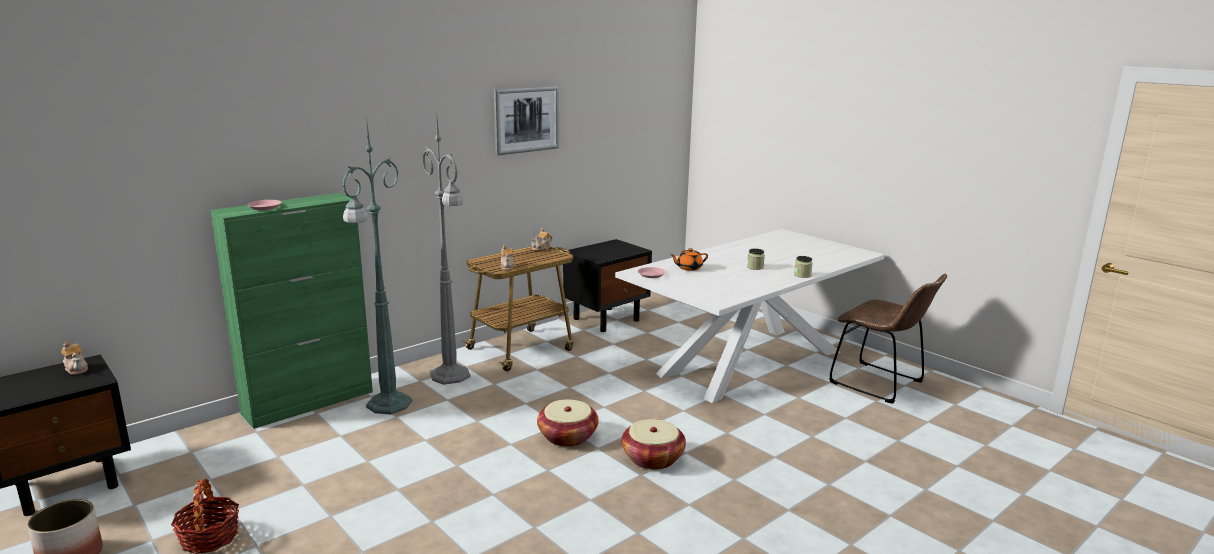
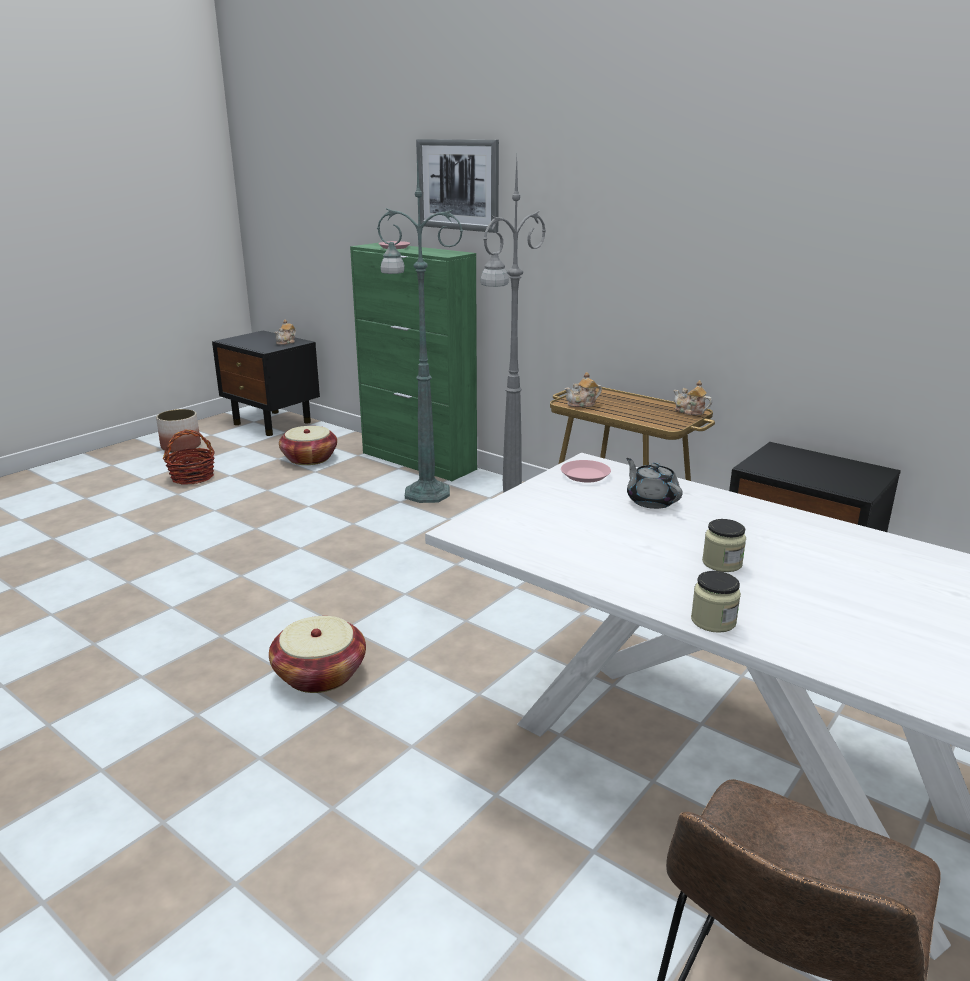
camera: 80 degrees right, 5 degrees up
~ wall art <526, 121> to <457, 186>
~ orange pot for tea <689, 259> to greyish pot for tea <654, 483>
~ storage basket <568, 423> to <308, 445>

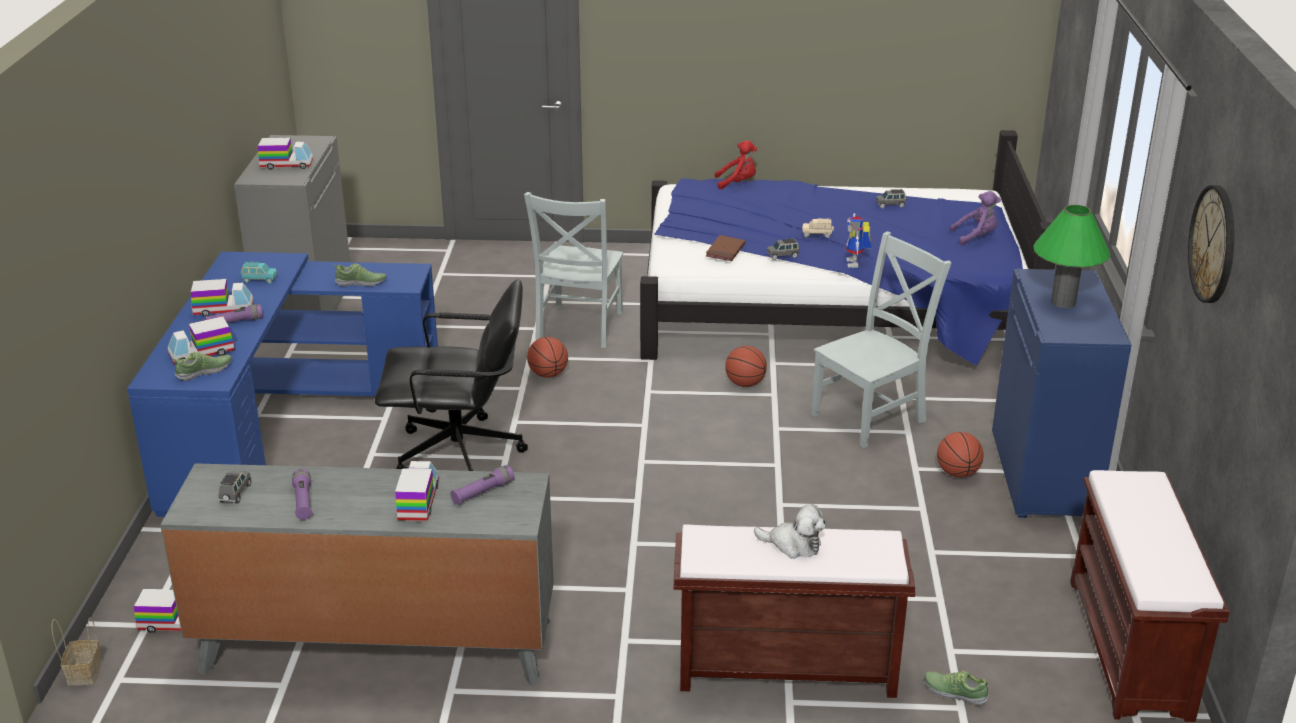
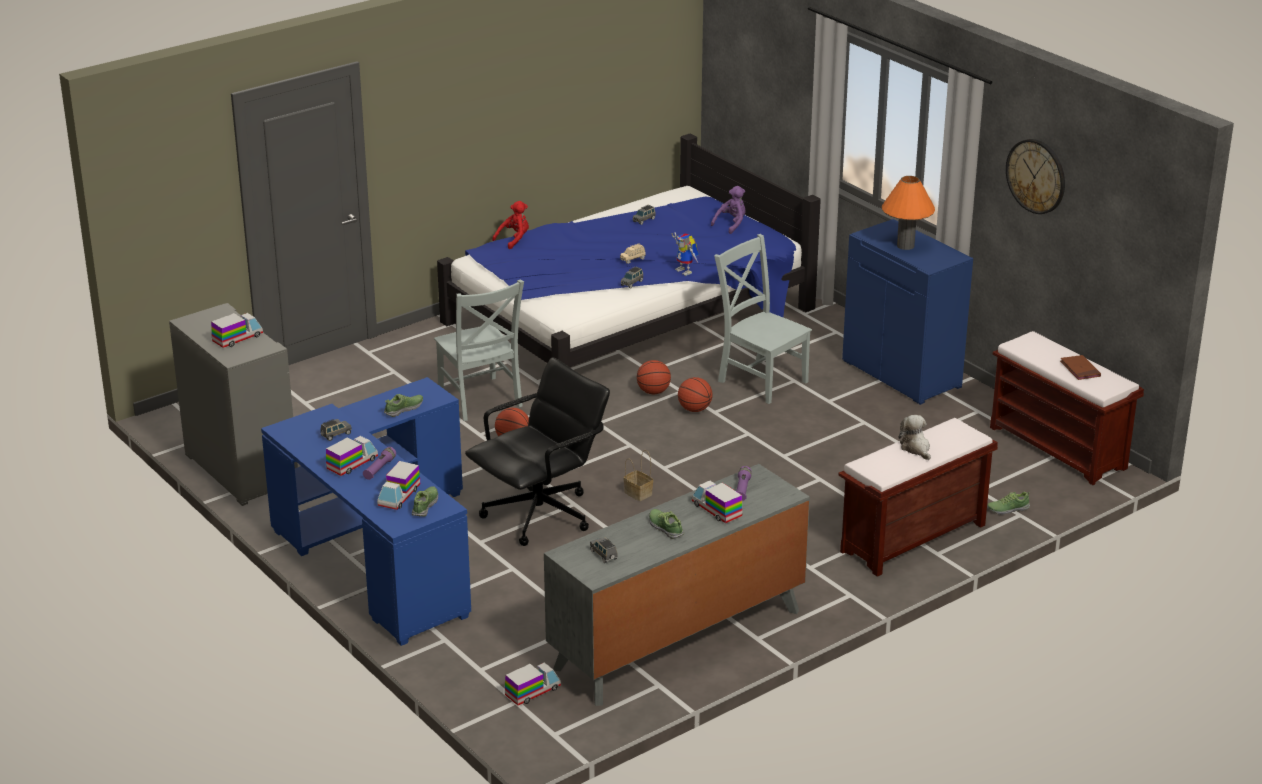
camera: 40 degrees left, 0 degrees up
~ green lamp for a table <1071, 256> to orange lamp for a table <908, 213>
~ greyish chair <881, 339> = <763, 319> 60 degrees counterclockwise
~ brownish bound book <725, 248> to <1080, 367>
~ turquoise-coloured miniature car <259, 272> to greyish miniature car <336, 430>
~ basketball ball <960, 455> to <695, 394>
- purplish hand torch <302, 494>
~ plush toy <790, 531> = <915, 437> 90 degrees counterclockwise
~ storage basket <77, 651> to <638, 475>
+ shoe <666, 524>

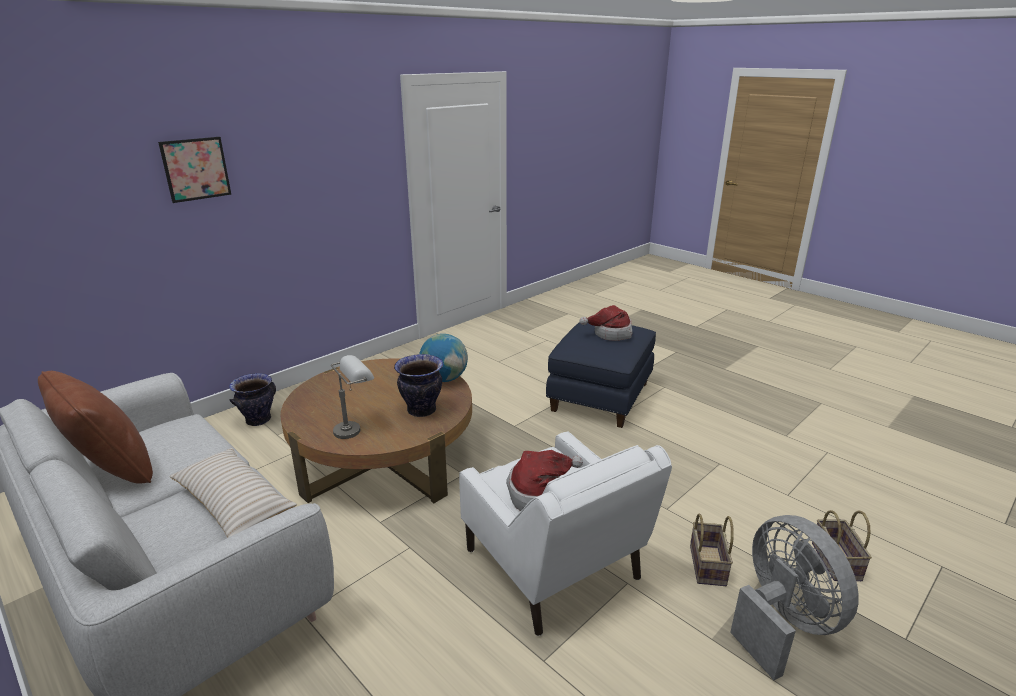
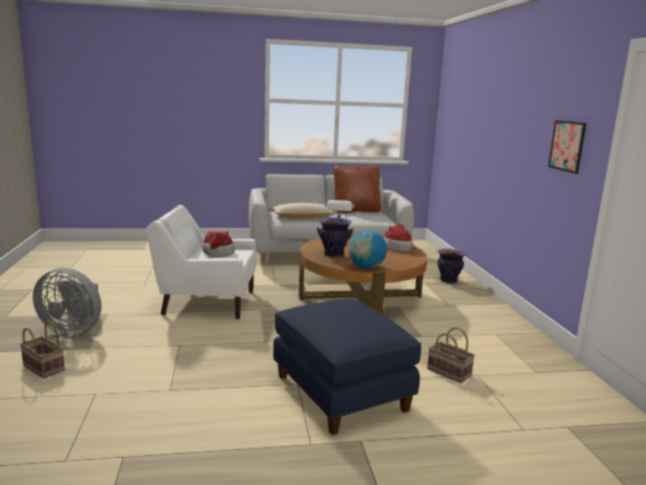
camera: 125 degrees right, 10 degrees down
~ wall art <194, 170> to <567, 147>
~ hat <606, 323> to <398, 238>
~ storage basket <712, 550> to <451, 355>

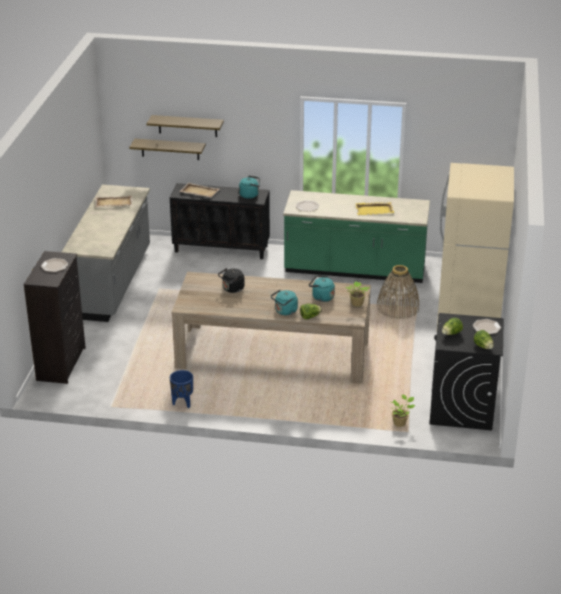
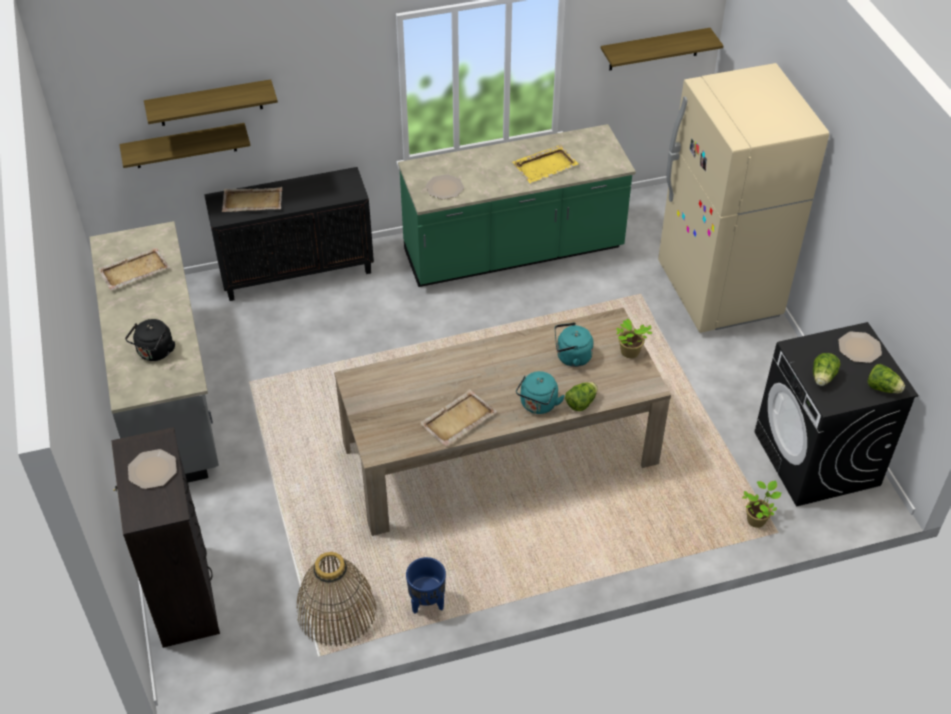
camera: 25 degrees left, 15 degrees up
- turquoise-coloured kettle <249, 187>
~ storage basket <398, 292> to <336, 599>
~ blackish kettle <231, 280> to <150, 340>
+ shelf <662, 49>
+ sand-coloured carrying tray <458, 418>

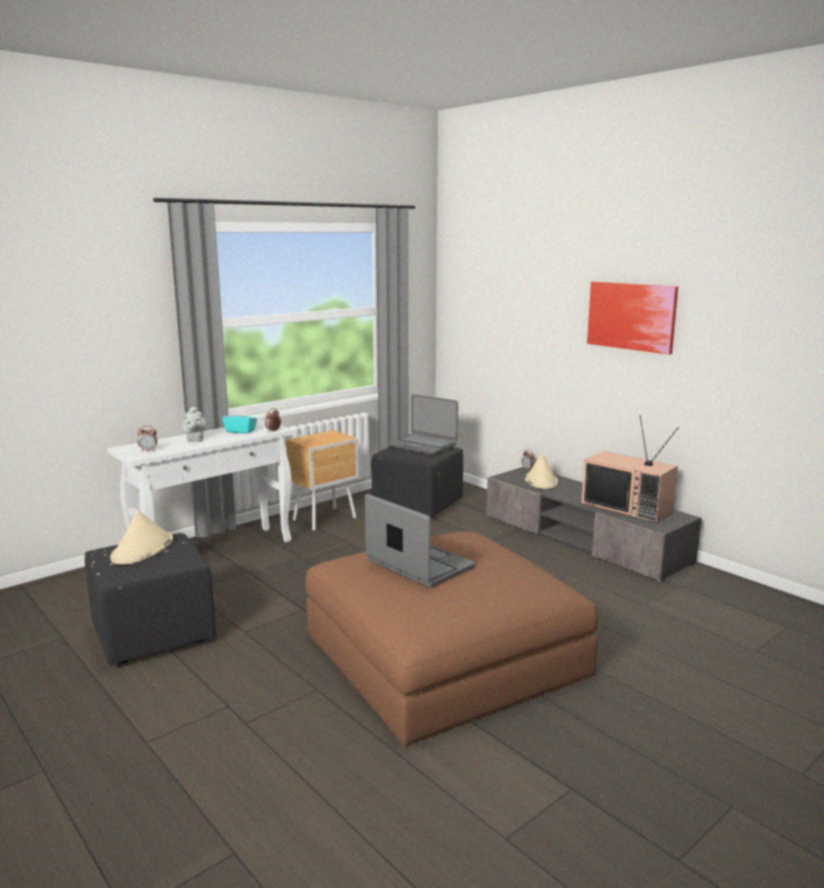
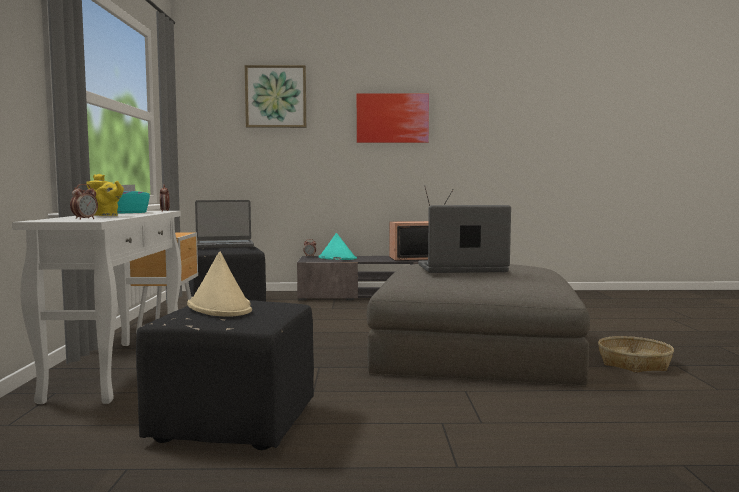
camera: 50 degrees left, 10 degrees down
~ greyish pot for tea <194, 424> to yellow pot for tea <105, 195>
~ sand-coloured hat <541, 470> to turquoise-coloured hat <337, 246>
~ brownish pouffe <452, 639> to greyish pouffe <478, 325>
+ wall art <275, 96>
+ storage basket <636, 354>

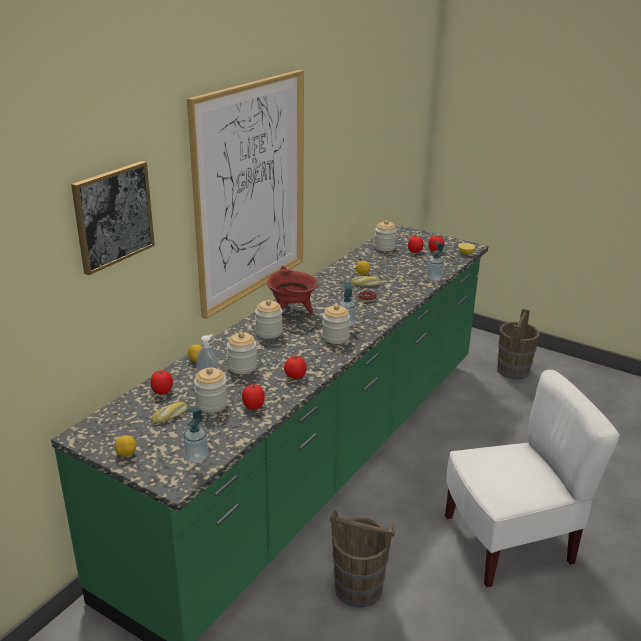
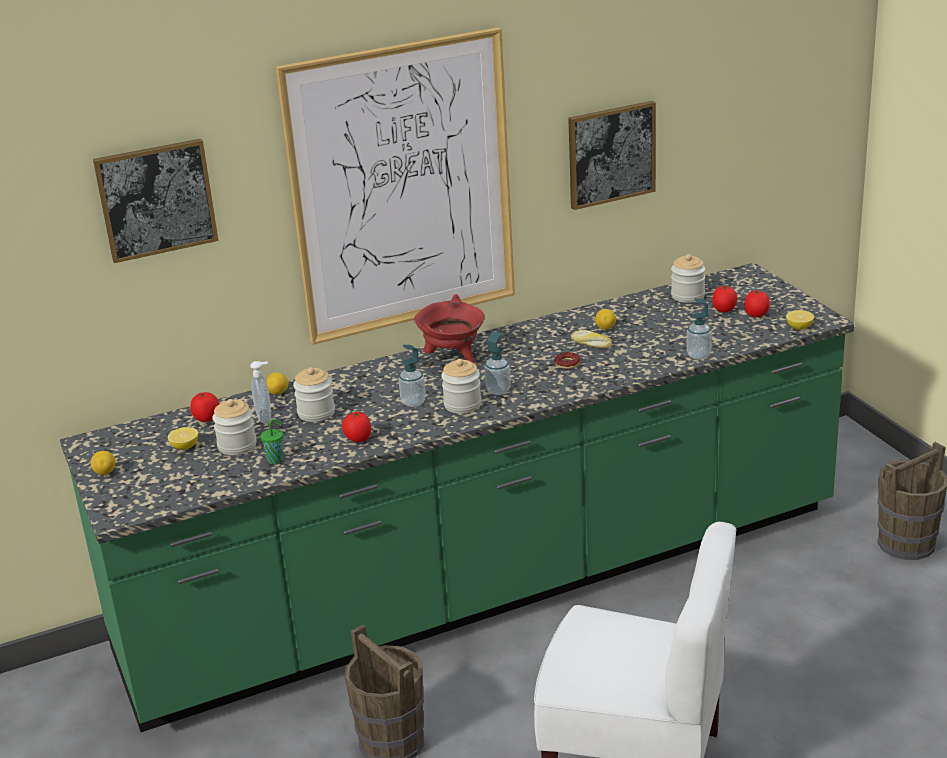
camera: 35 degrees right, 0 degrees up
- storage jar <269, 319>
~ fresh tomato <253, 396> to green small cup <271, 441>
~ baked bread <169, 412> to whole lemon <183, 438>
~ soap bottle <195, 435> to <412, 376>
+ wall art <612, 155>

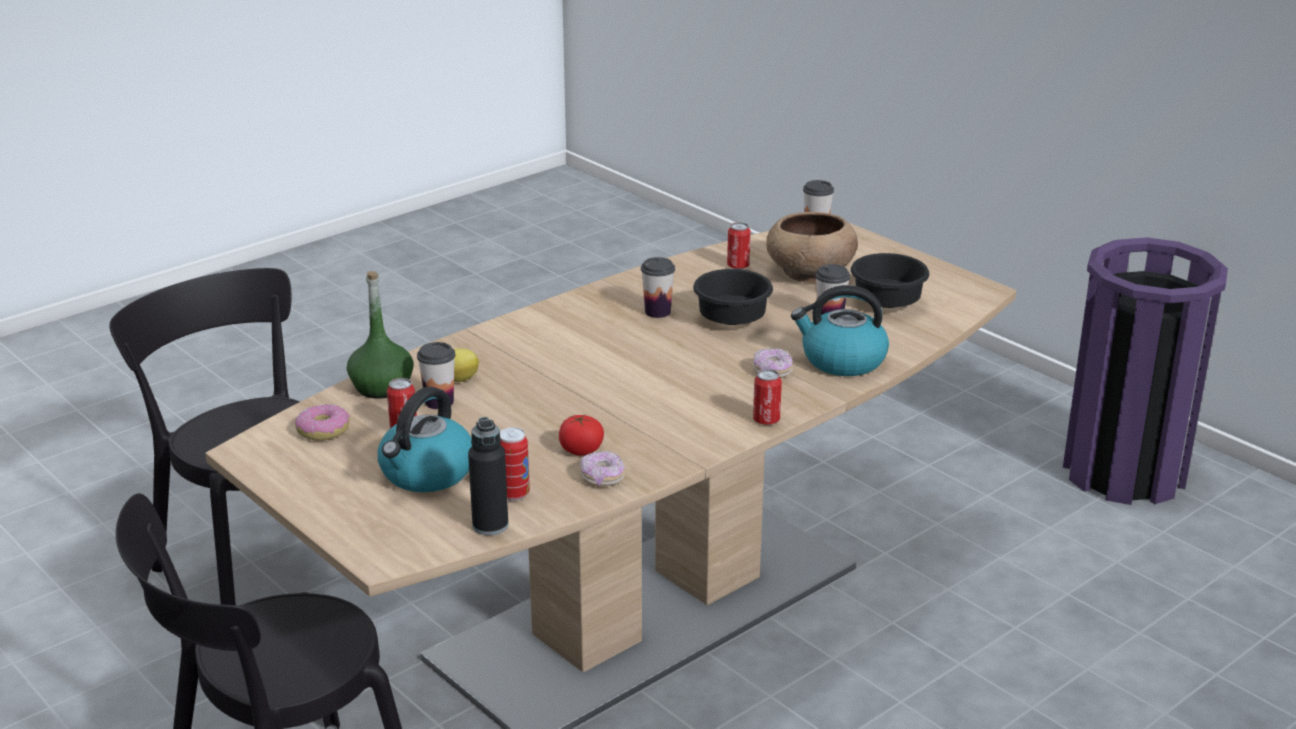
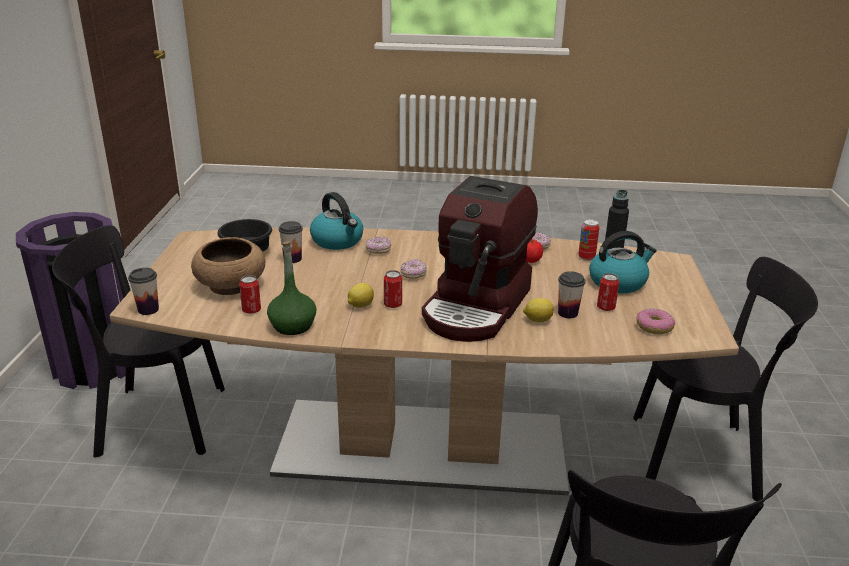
camera: 135 degrees left, 0 degrees up
~ small cup <658, 287> to whole lemon <361, 295>
- blackish deep dish <733, 297>
~ green drink bottle <380, 335> to <291, 288>
~ metal can <767, 397> to <393, 289>
+ coffee machine <480, 259>
+ blackish chair <138, 341>
+ donut <413, 269>

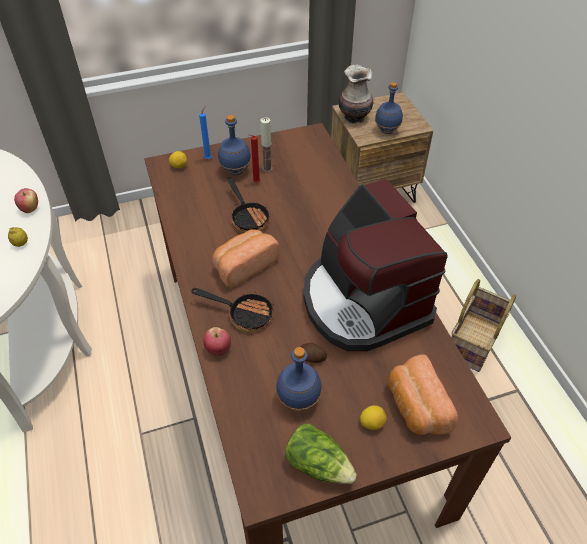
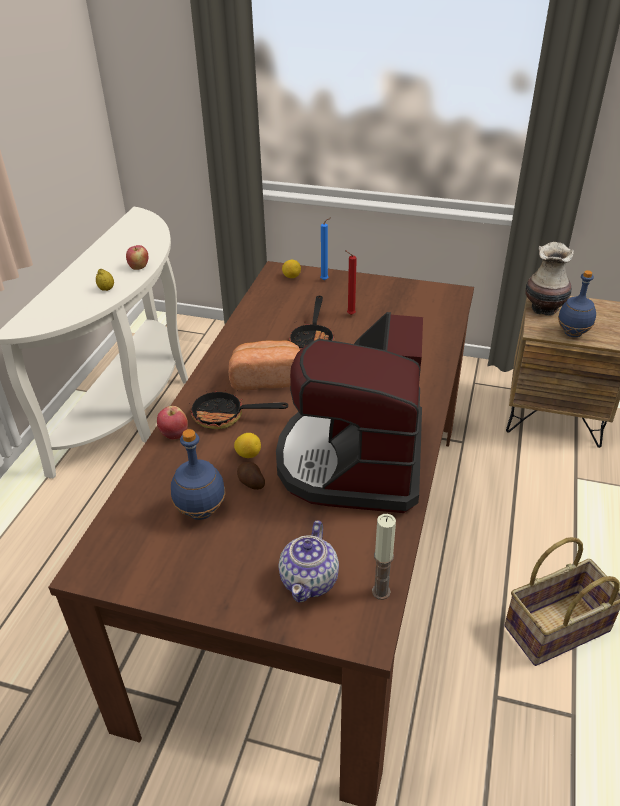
camera: 35 degrees right, 10 degrees down
- blue-coloured drink bottle <234, 145>
~ candle <266, 144> to <384, 557>
~ pan <232, 310> = <238, 409> 135 degrees clockwise
~ baked bread <423, 394> to pot for tea <309, 561>
~ whole lemon <373, 417> to <247, 445>
- head of lettuce <321, 454>

